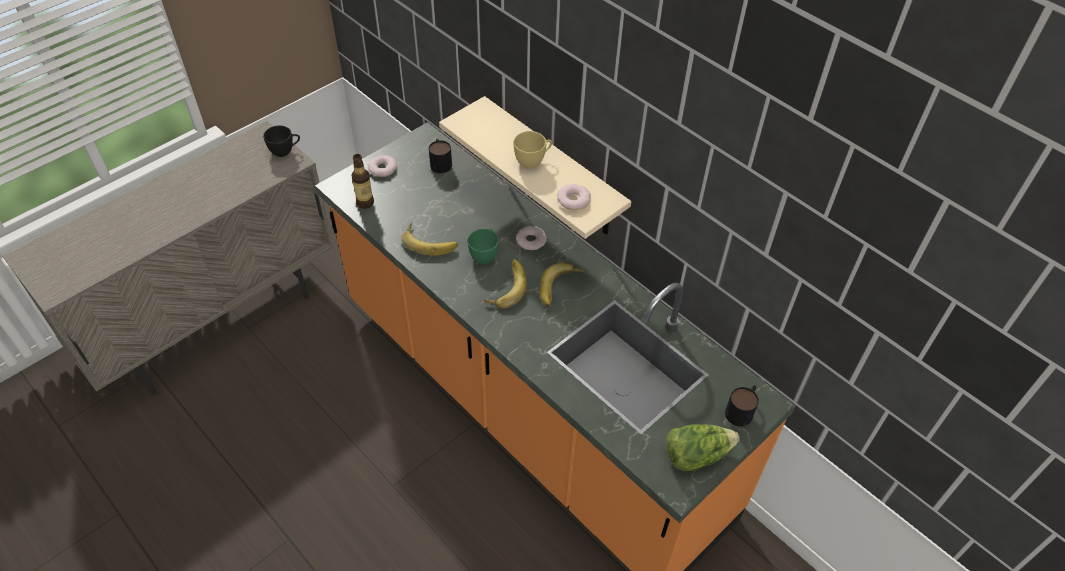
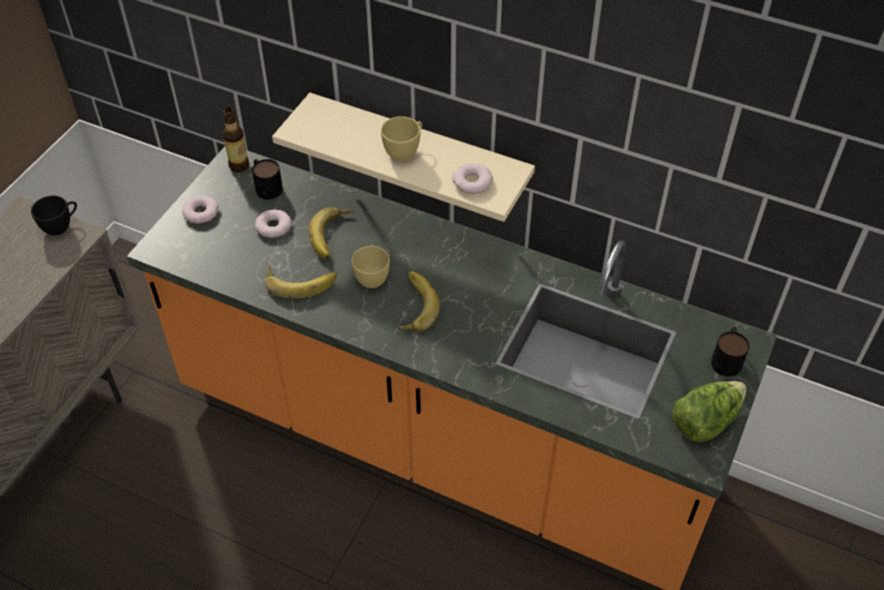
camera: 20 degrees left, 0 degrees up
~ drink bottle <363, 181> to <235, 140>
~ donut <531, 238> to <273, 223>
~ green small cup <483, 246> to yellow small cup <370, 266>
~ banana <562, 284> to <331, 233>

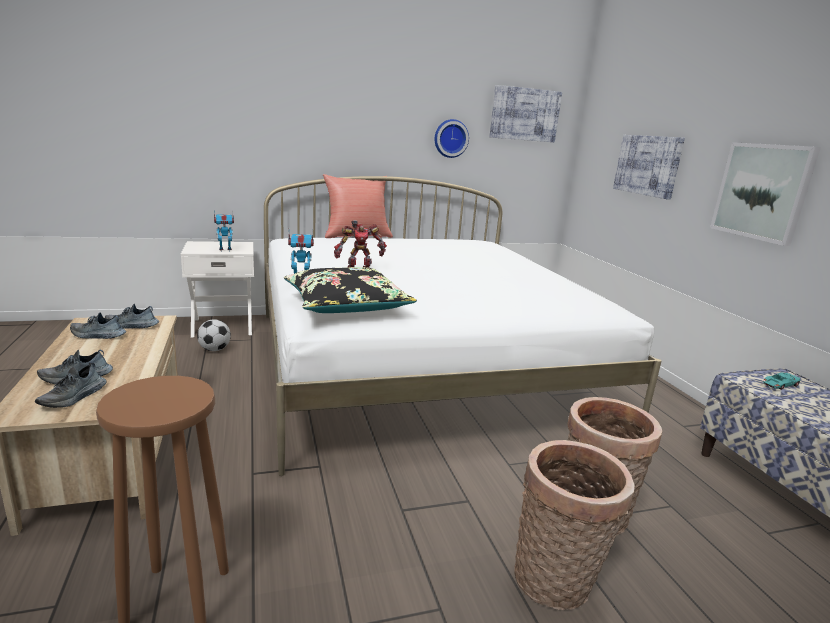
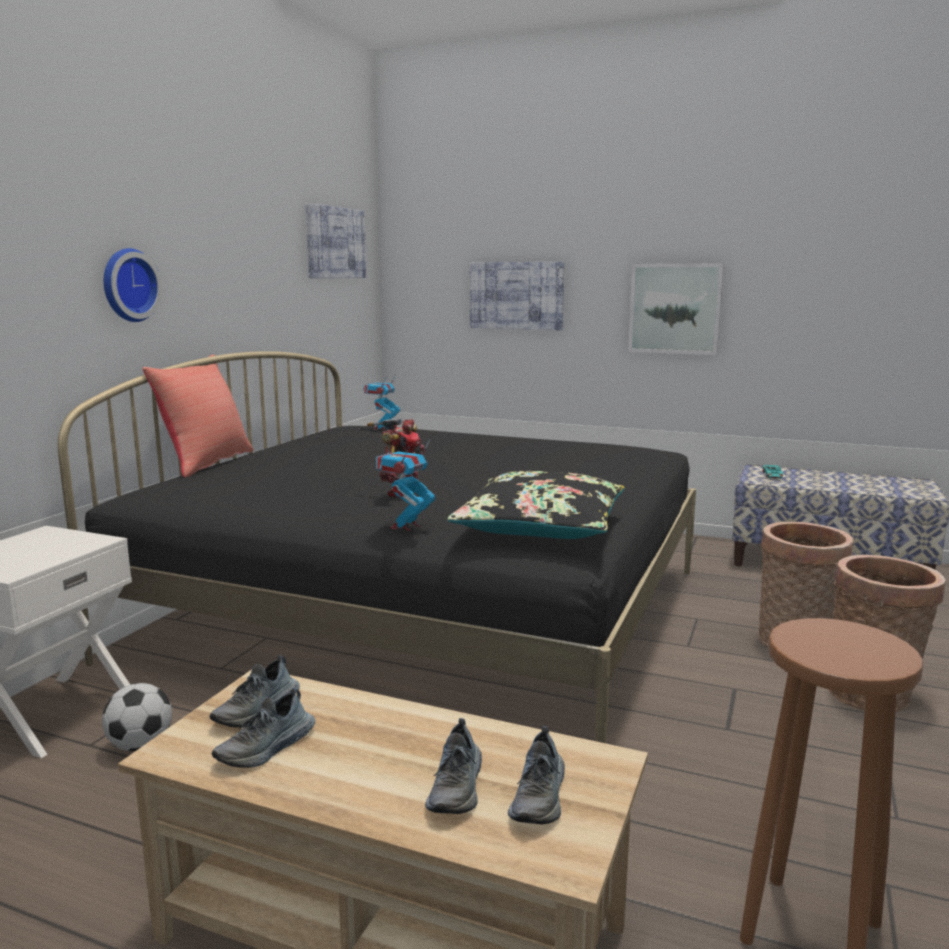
camera: 50 degrees left, 5 degrees down
~ wall clock <452, 138> to <133, 285>
~ white bedroom bed <463, 326> to blackish bedroom bed <377, 547>
~ robot figure <224, 231> to <381, 402>
~ shoe <70, 385> = <536, 775> 45 degrees clockwise

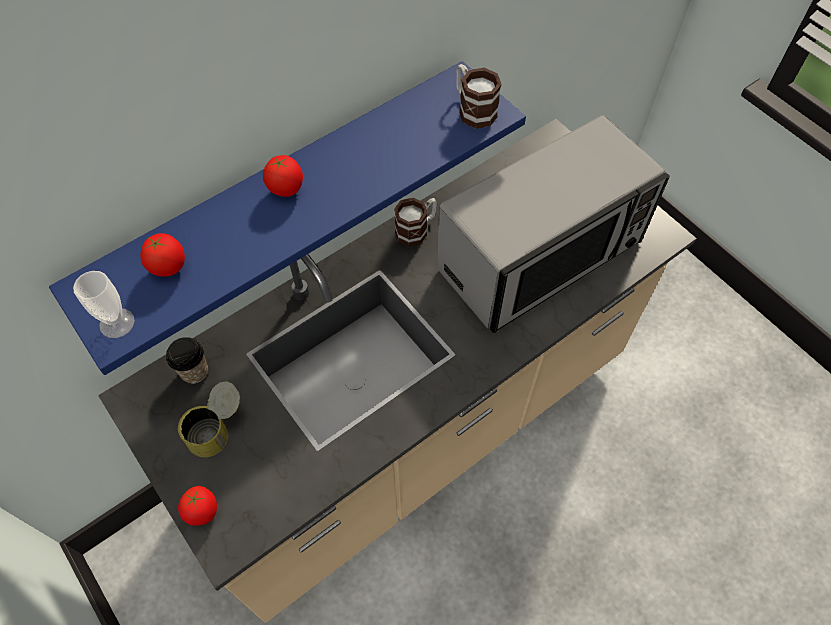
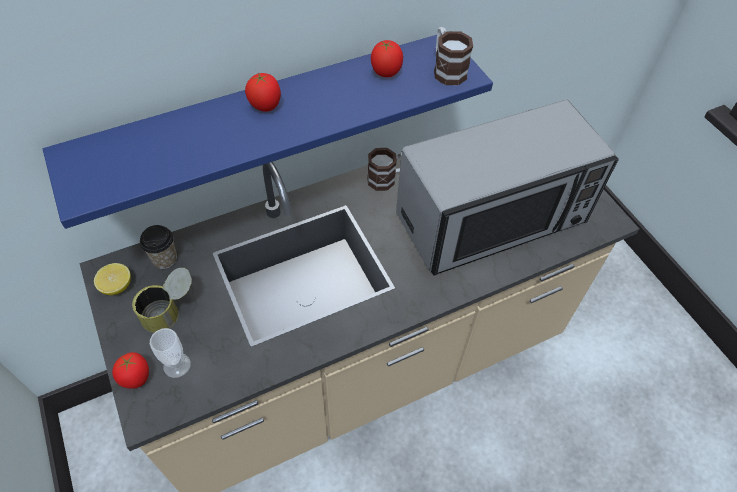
camera: 10 degrees right, 5 degrees down
~ fresh tomato <162, 254> to <387, 58>
~ small cup <104, 304> to <170, 353>
+ whole lemon <112, 279>

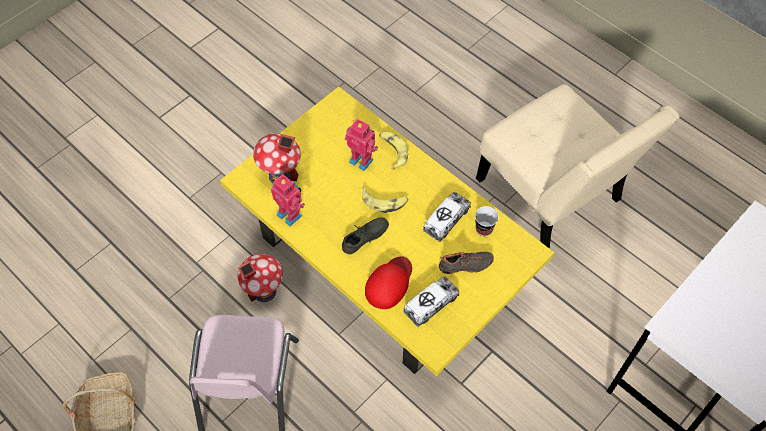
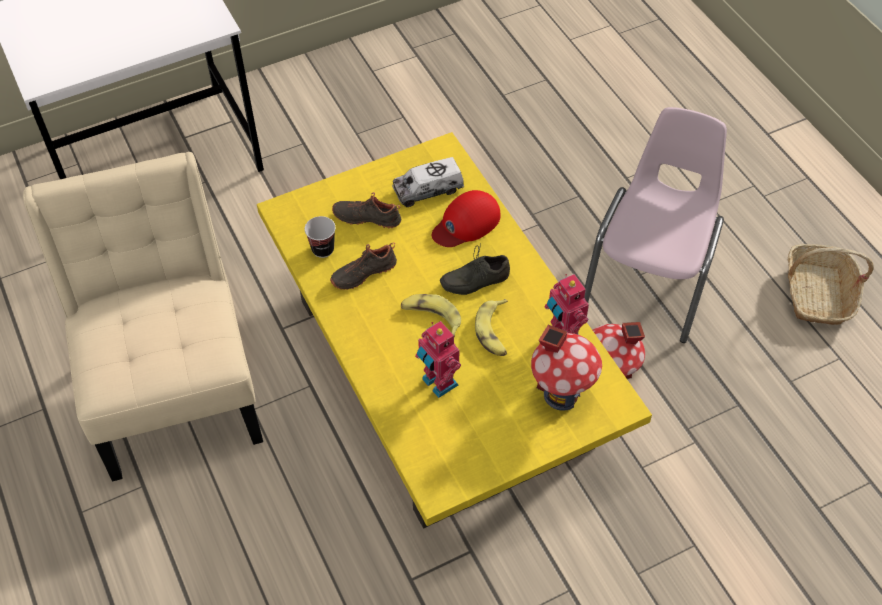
camera: 160 degrees left, 5 degrees down
~ banana <393, 151> to <491, 327>
~ toy lorry <447, 217> to blackish shoe <363, 266>

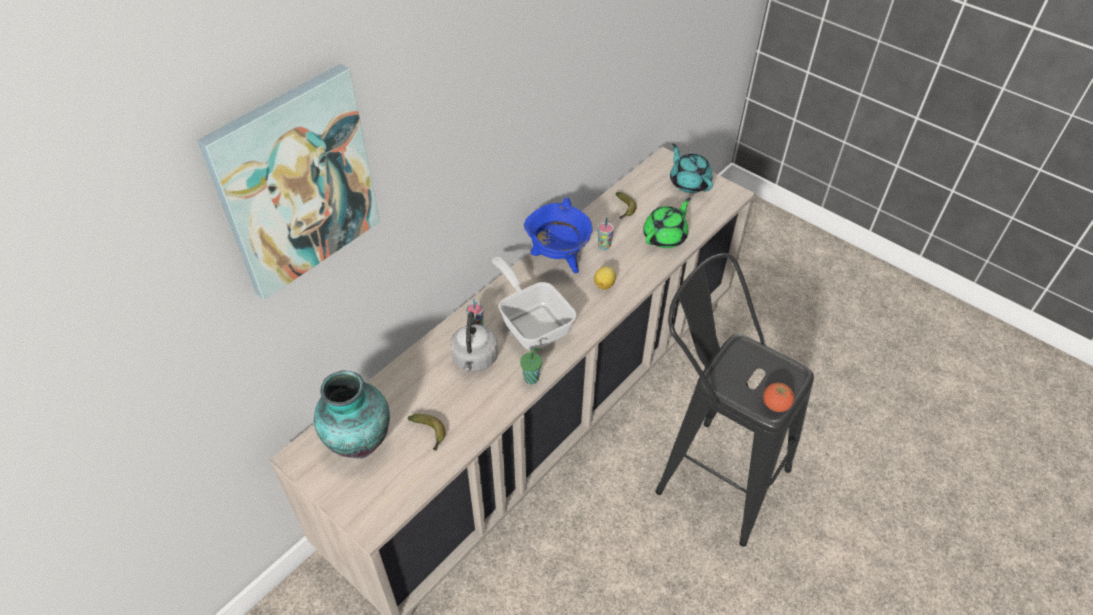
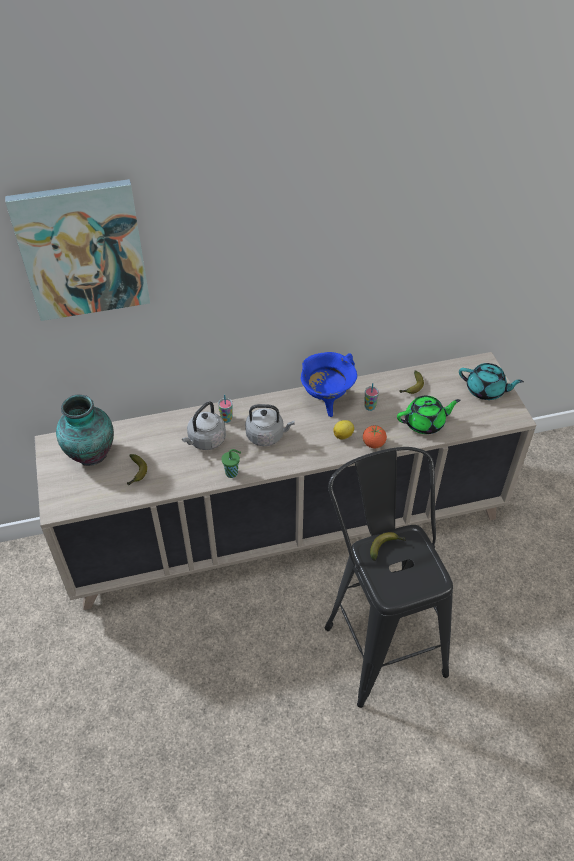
camera: 35 degrees right, 0 degrees up
~ turquoise-coloured pot for tea <691, 168> = <491, 381> 105 degrees clockwise
~ pan <534, 303> to greyish kettle <270, 425>
~ fresh tomato <778, 397> to <375, 437>
+ banana <388, 546>

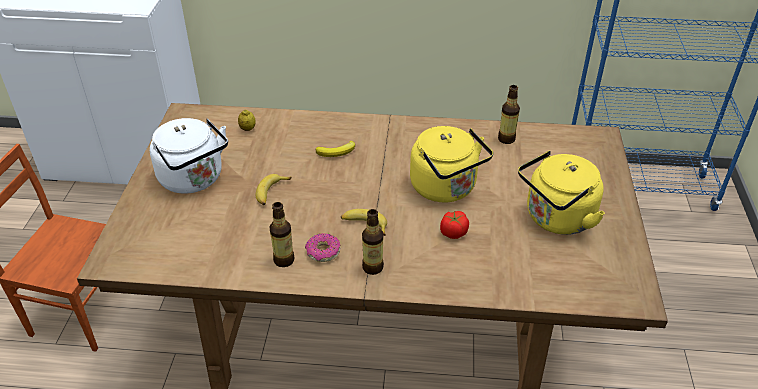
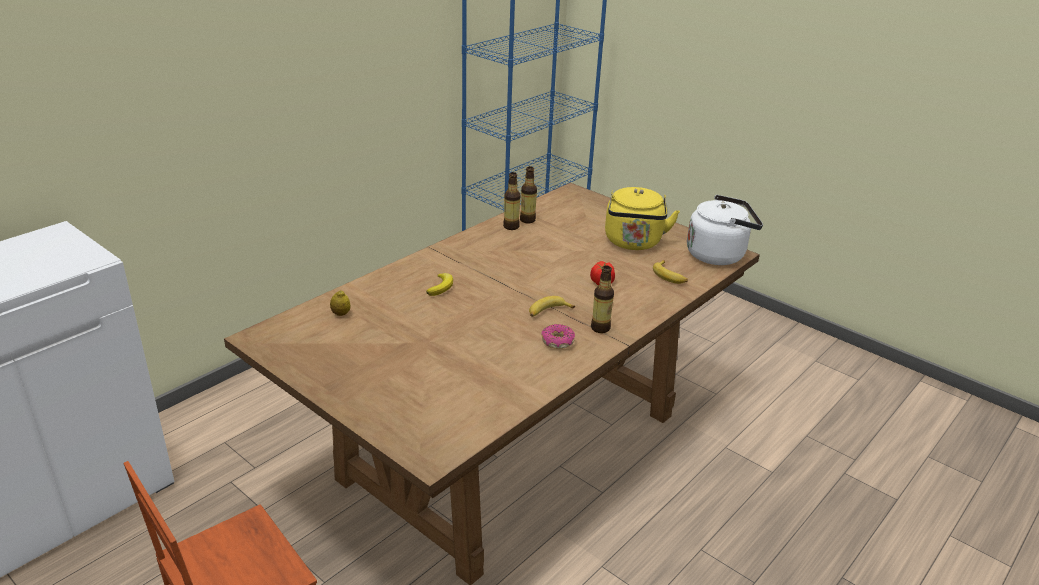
camera: 55 degrees left, 10 degrees down
~ white kettle <189, 155> to <725, 230>
- yellow kettle <451, 164>
~ banana <274, 189> to <670, 272>
~ drink bottle <282, 234> to <511, 201>

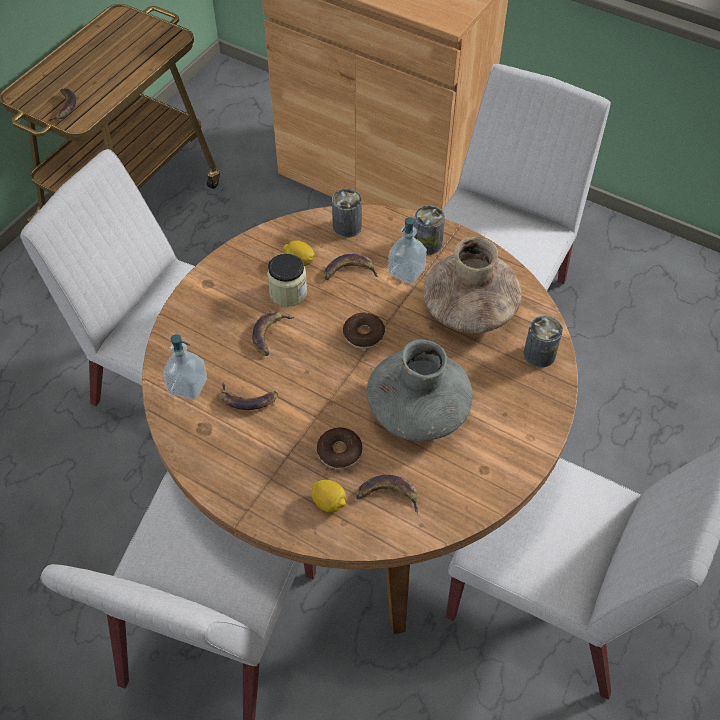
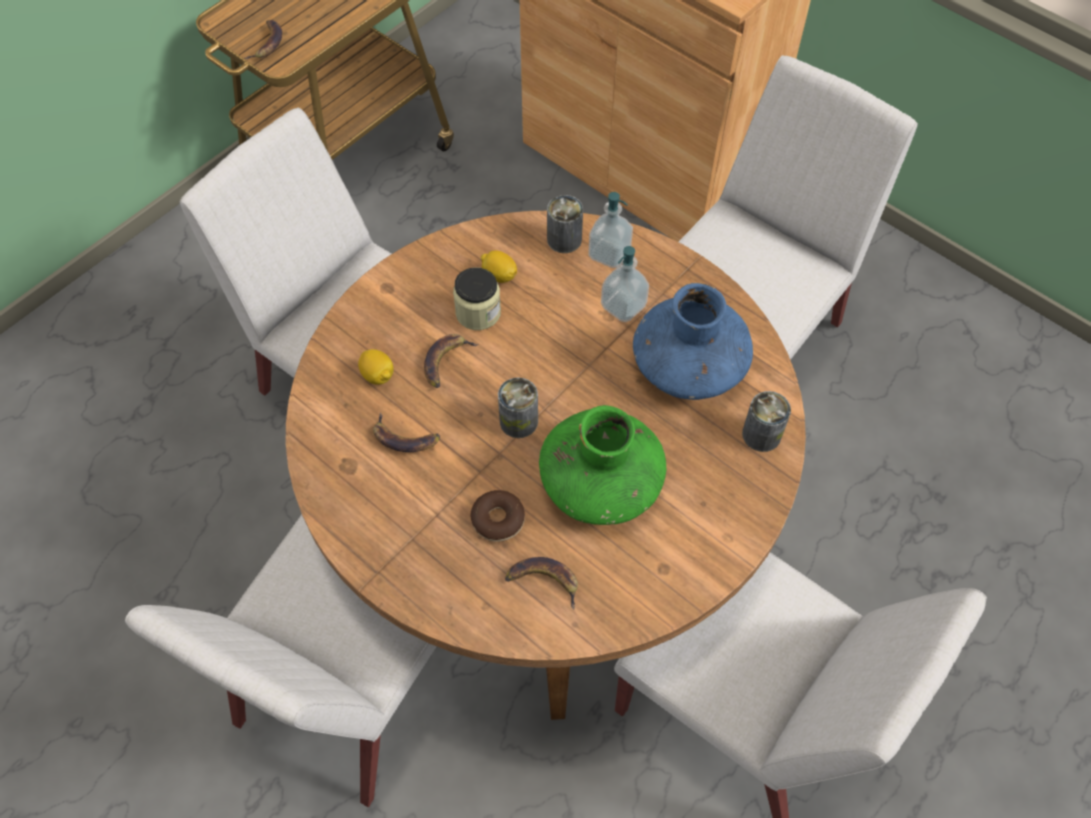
camera: 10 degrees right, 5 degrees up
~ metal can <429, 230> to <518, 408>
~ brownish flower vase <472, 285> to blue-coloured flower vase <693, 341>
- banana <351, 267>
- donut <364, 331>
~ soap bottle <185, 367> to <610, 230>
~ greyish flower vase <419, 390> to green flower vase <602, 465>
~ whole lemon <329, 496> to <376, 367>

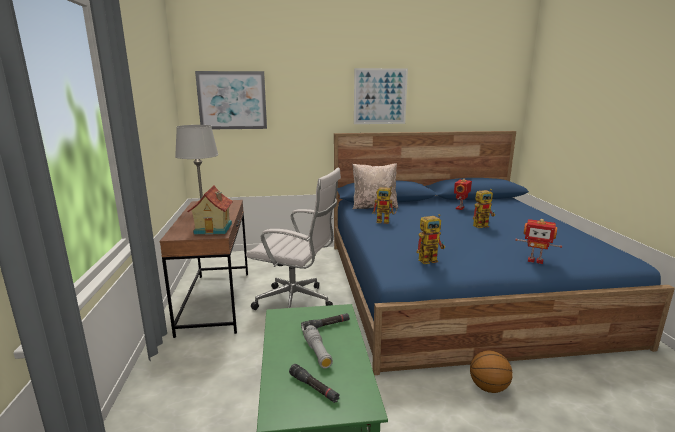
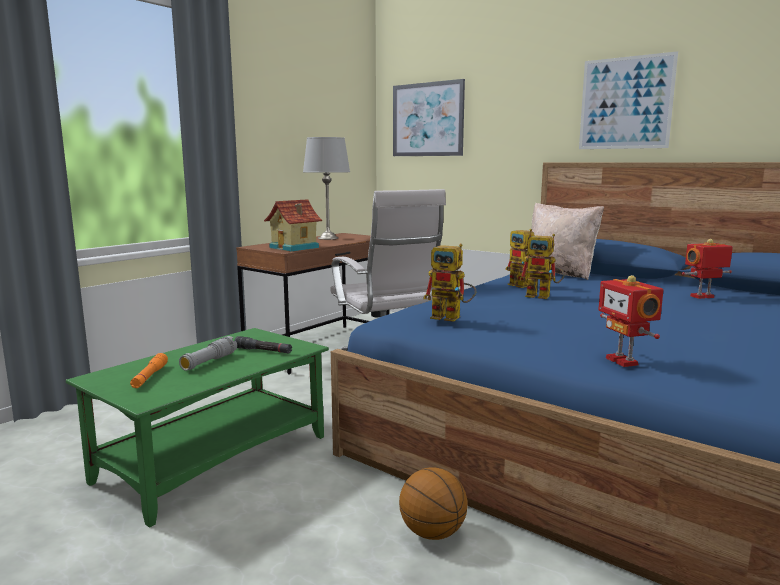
camera: 45 degrees right, 5 degrees down
~ robot figure <484, 208> to <542, 266>
~ blackish hand torch <314, 383> to orange hand torch <149, 370>

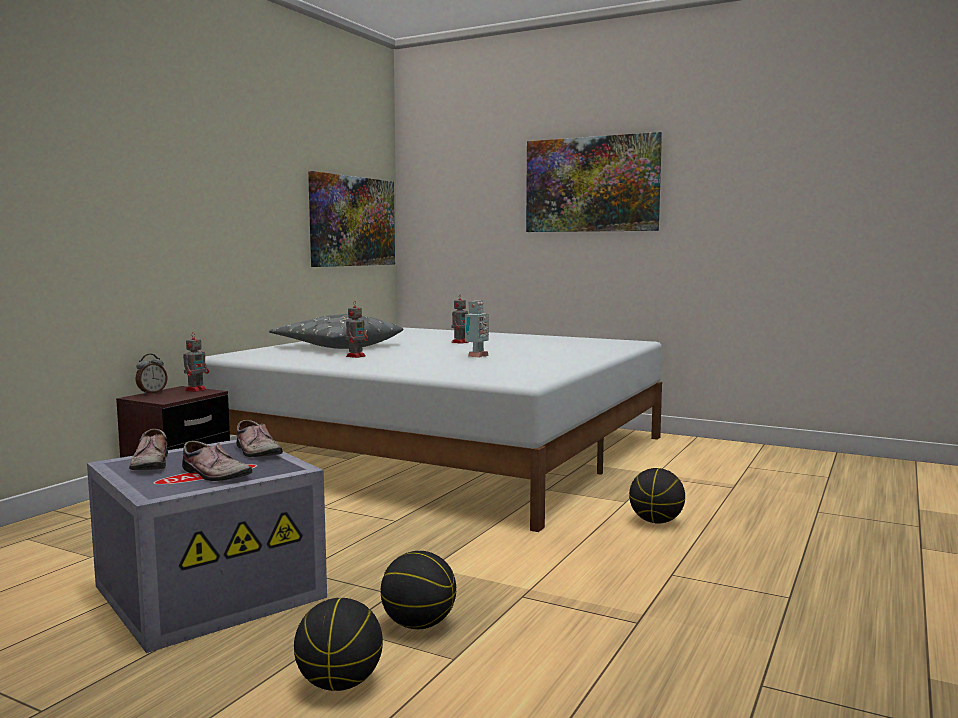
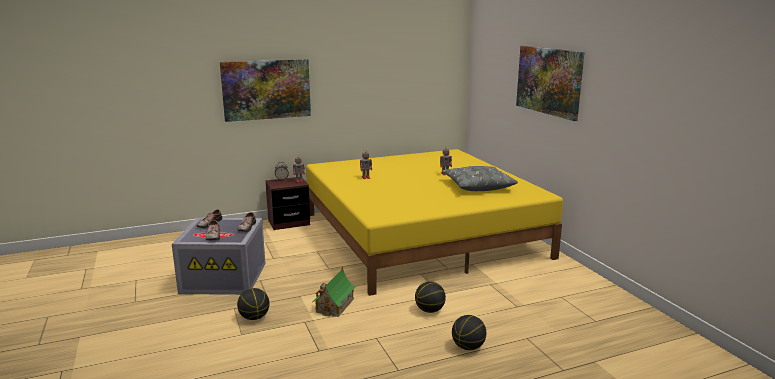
camera: 40 degrees right, 10 degrees up
~ wall art <351, 219> to <265, 90>
- robot figure <477, 329>
~ greyish cushion <336, 331> to <480, 178>
~ white bedroom bed <432, 429> to yellow bedroom bed <434, 222>
~ basketball ball <338, 644> to <469, 332>
+ model house <334, 292>

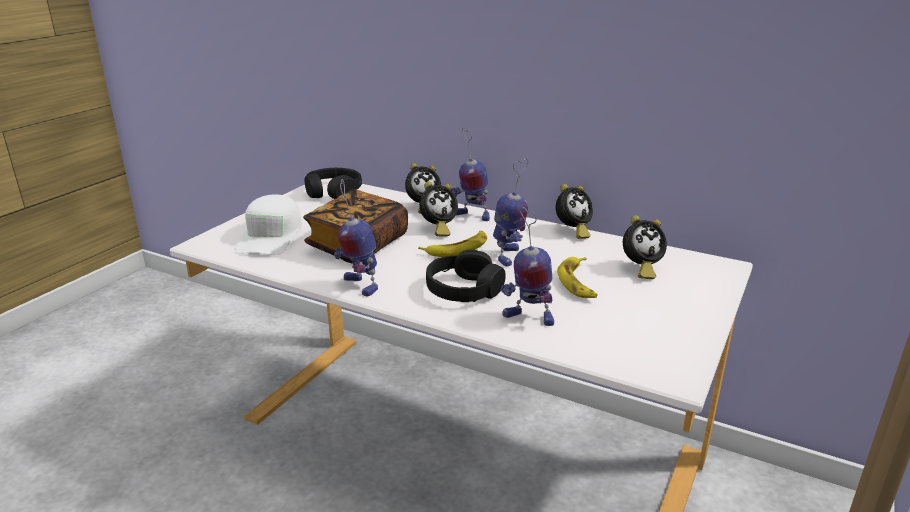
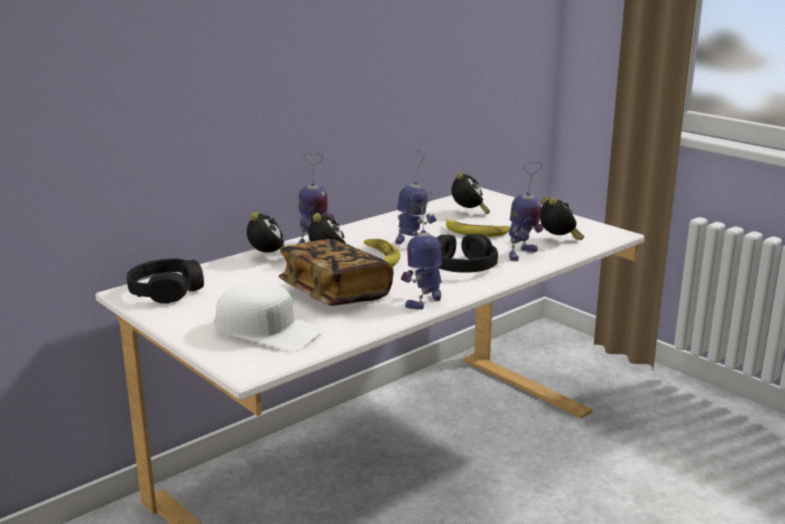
camera: 70 degrees left, 5 degrees down
~ robot figure <356, 237> = <421, 251> 150 degrees clockwise
~ bedside clock <574, 211> to <562, 218>

